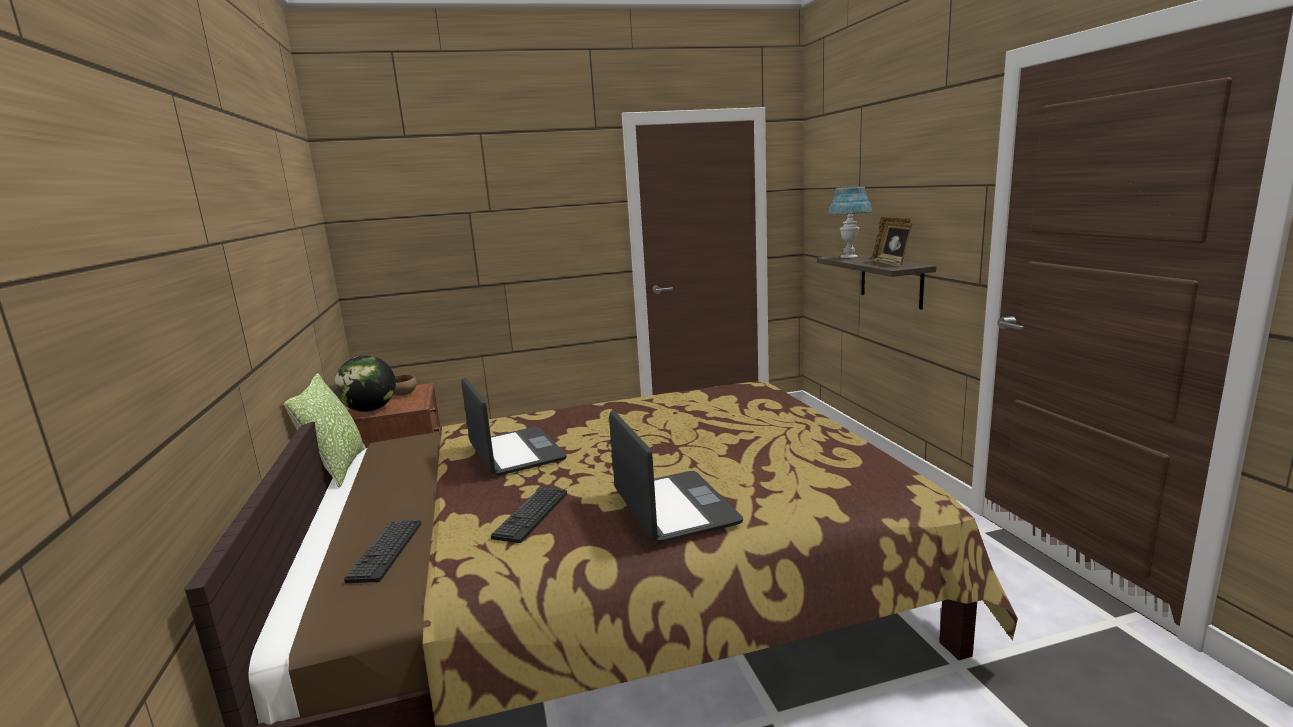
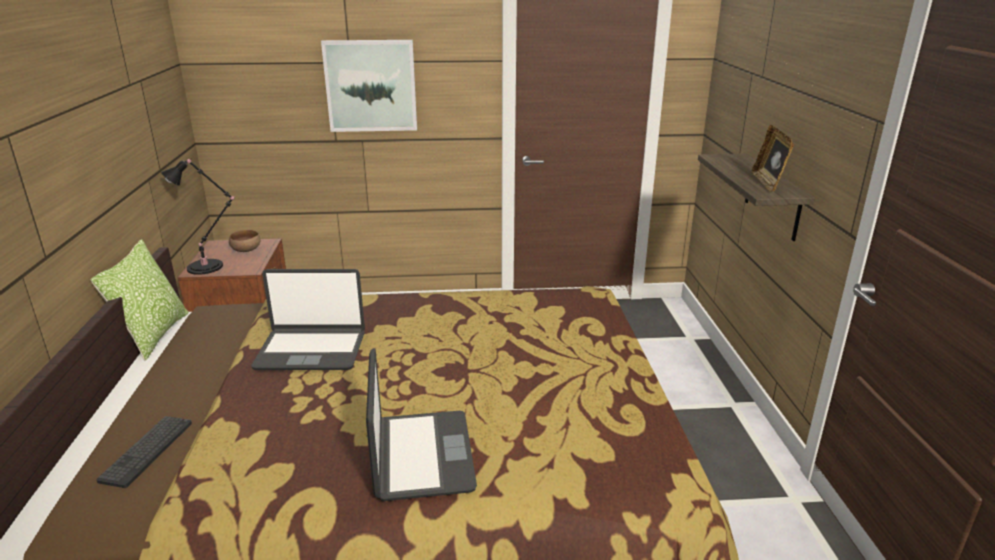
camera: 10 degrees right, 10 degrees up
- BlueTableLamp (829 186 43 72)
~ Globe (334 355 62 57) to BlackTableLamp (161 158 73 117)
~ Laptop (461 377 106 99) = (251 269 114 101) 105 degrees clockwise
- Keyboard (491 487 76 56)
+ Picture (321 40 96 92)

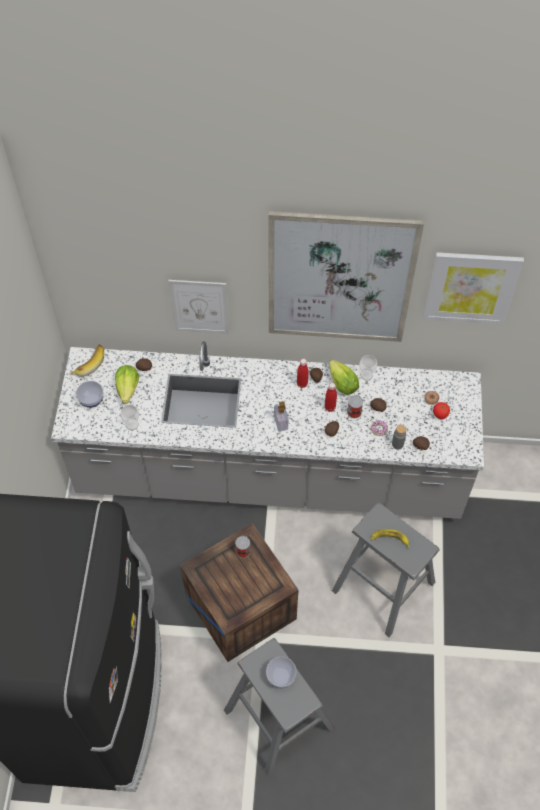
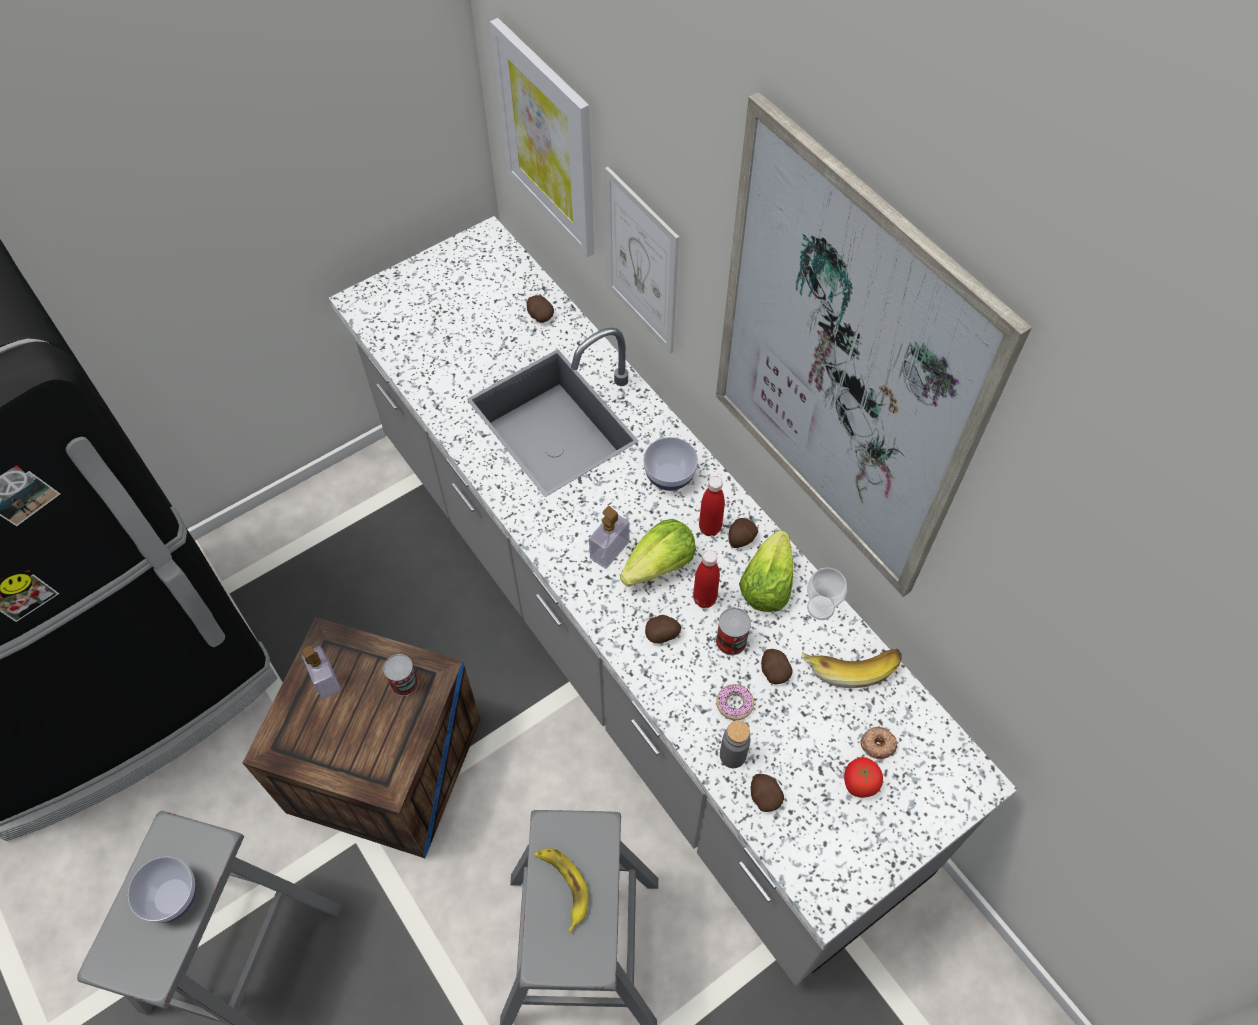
camera: 50 degrees right, 0 degrees up
~ Picture (423 252 101 72) to (490 18 104 239)
~ Banana (70 344 34 33) to (802 649 100 39)
~ Lettuce (115 365 24 39) to (620 519 76 68)
~ Bowl (76 381 28 27) to (643 437 55 54)
- Cup (121 405 18 25)
+ SoapDispenser (302 645 39 54)

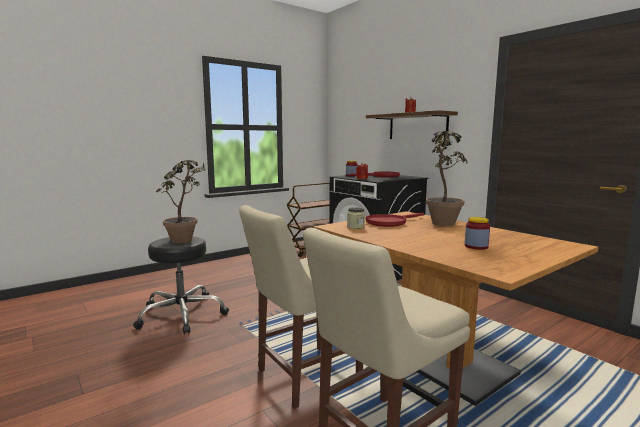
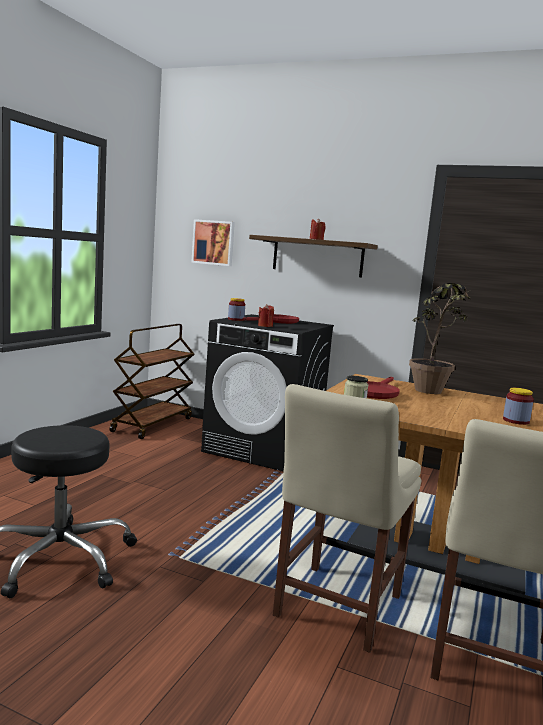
camera: 30 degrees left, 0 degrees up
- PottedPlant (156 160 50 83)
+ Picture (191 219 44 47)

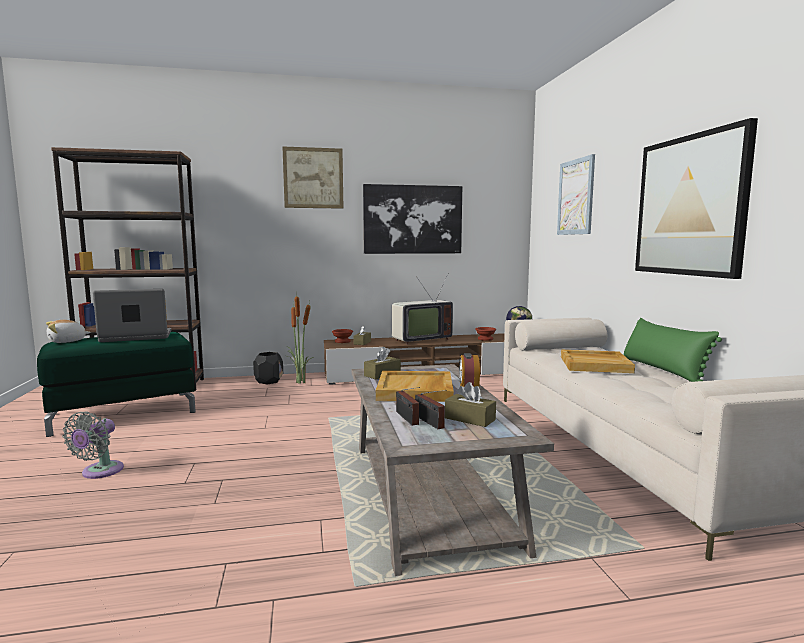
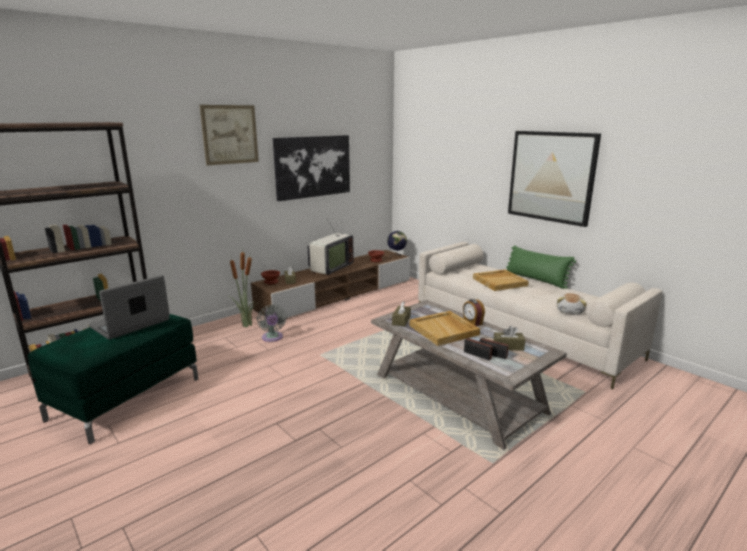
camera: 30 degrees left, 10 degrees up
- Picture (557 154 38 81)
~ PlushToy (46 320 45 23) to (557 293 30 21)
- BlackPlanter (253 352 30 32)
~ GreyFan (62 411 62 68) to (257 304 30 38)

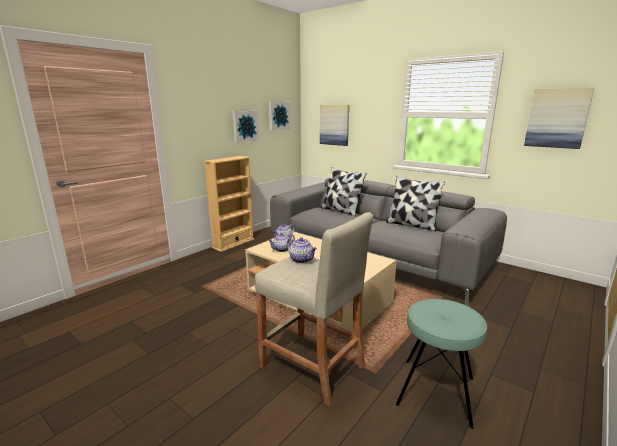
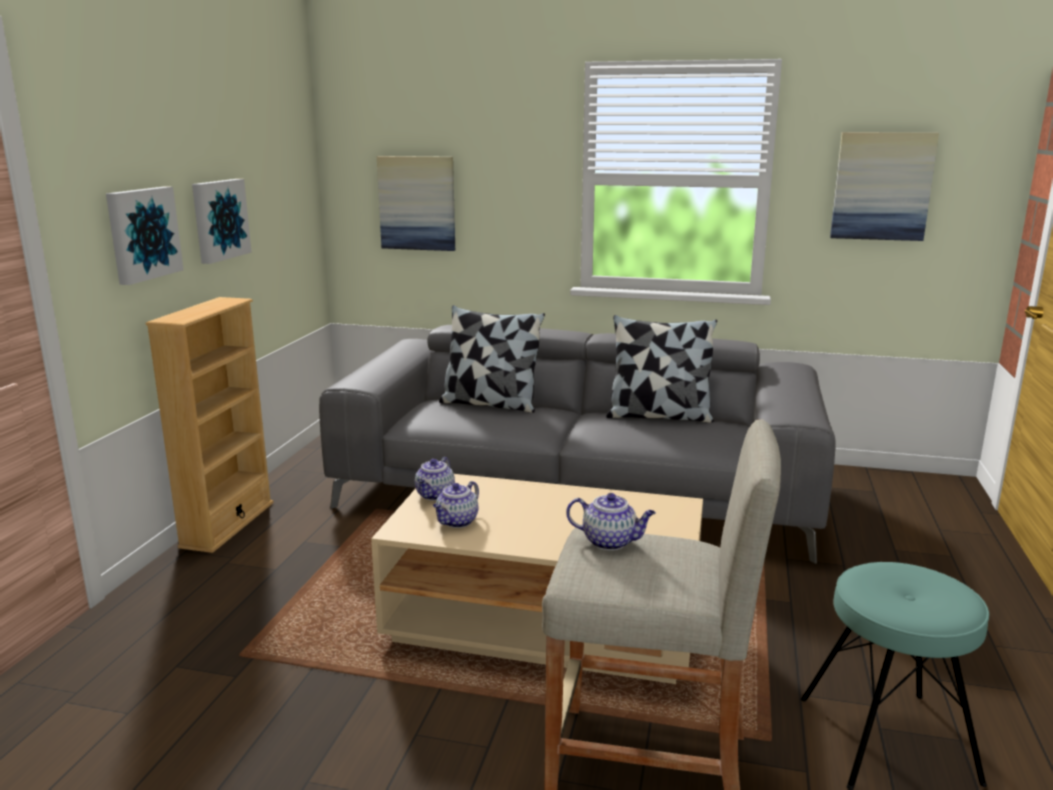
camera: 25 degrees left, 0 degrees up
~ Picture (269 101 21 29) to (106 186 78 99)

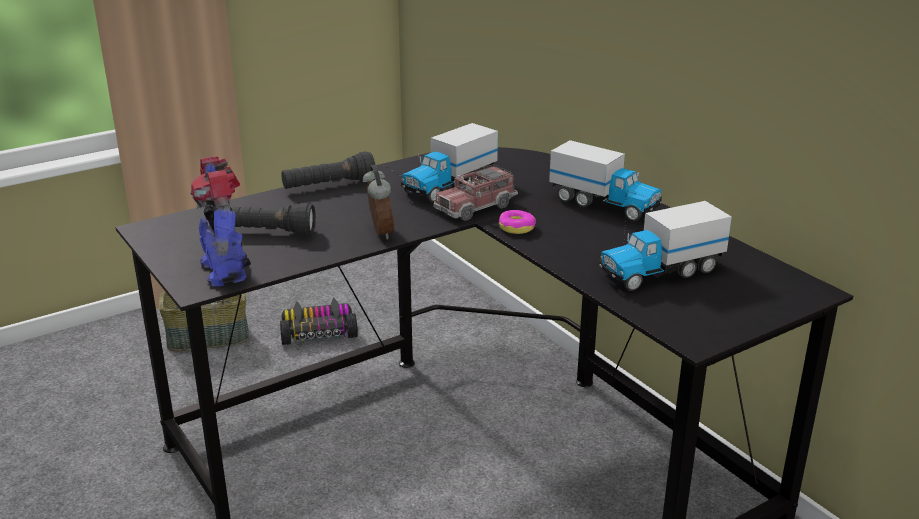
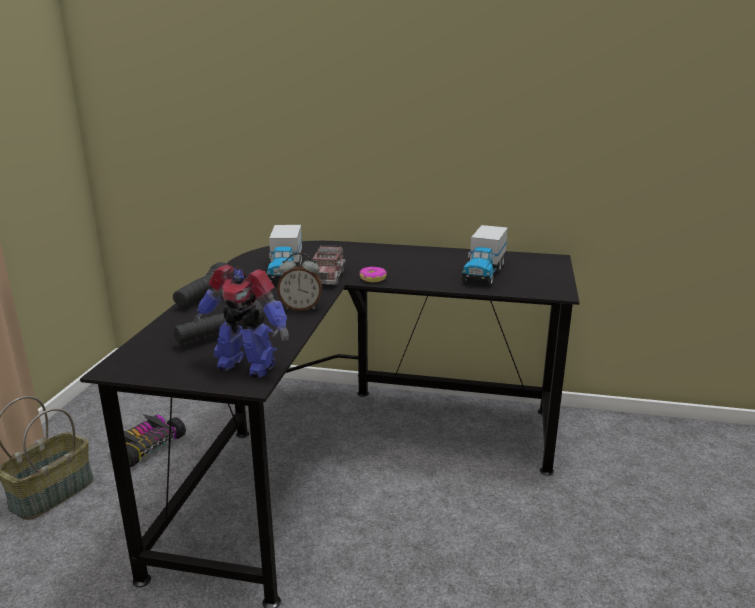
camera: 45 degrees left, 5 degrees down
- ToyTruck (549 140 113 81)
~ AlarmClock (363 165 31 75) = (277 252 45 59) 150 degrees clockwise

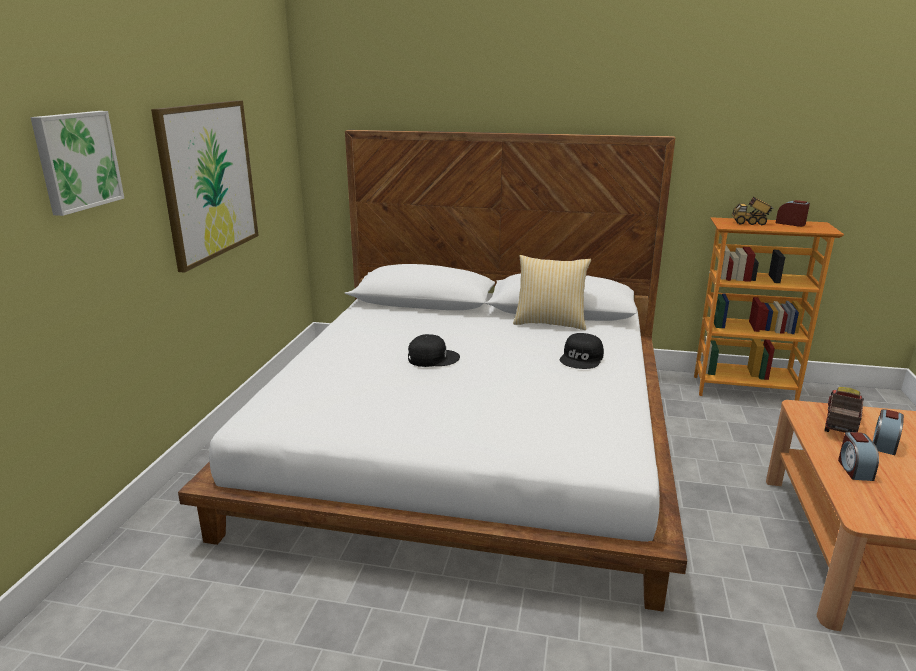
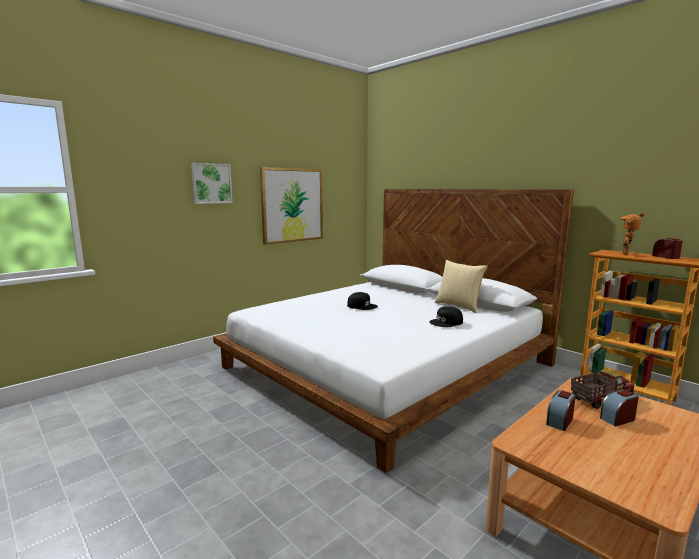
camera: 35 degrees right, 10 degrees down
~ ToyTruck (732 197 41 28) to ToyRobot (620 213 24 42)

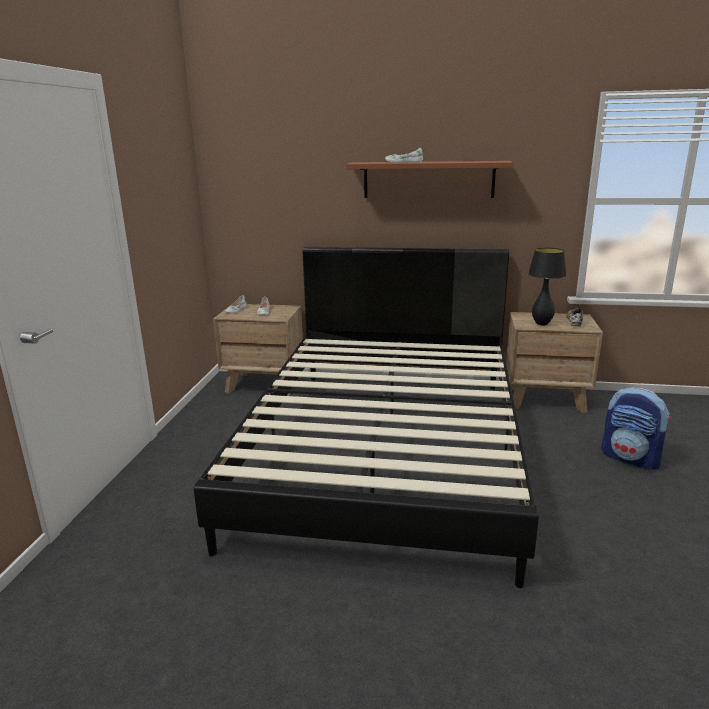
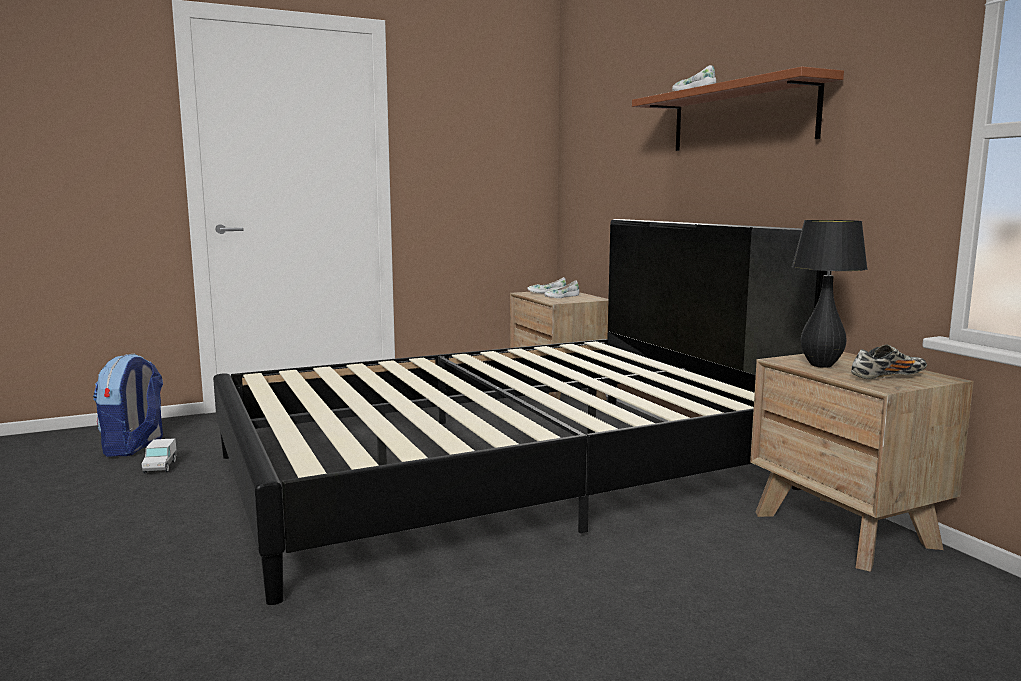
camera: 55 degrees right, 10 degrees down
~ Backpack (601 387 71 83) to (93 354 70 103)
+ ToyTruck (142 438 35 36)

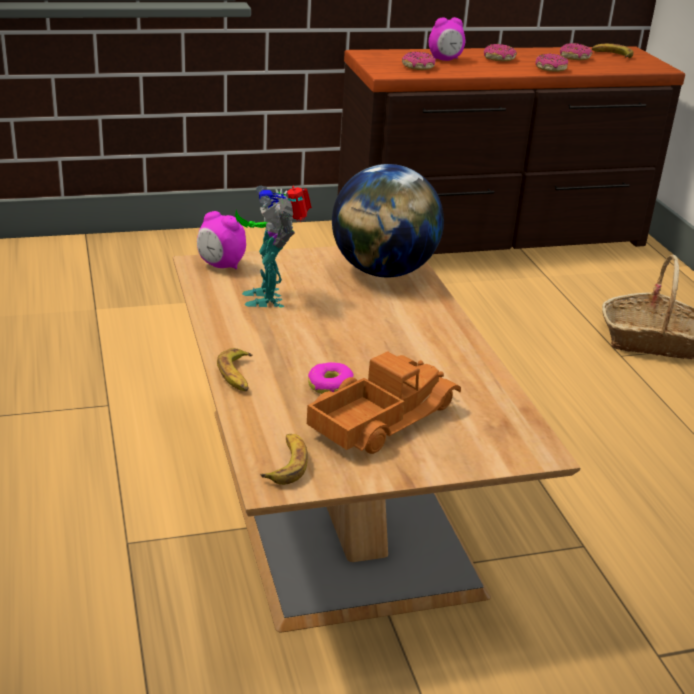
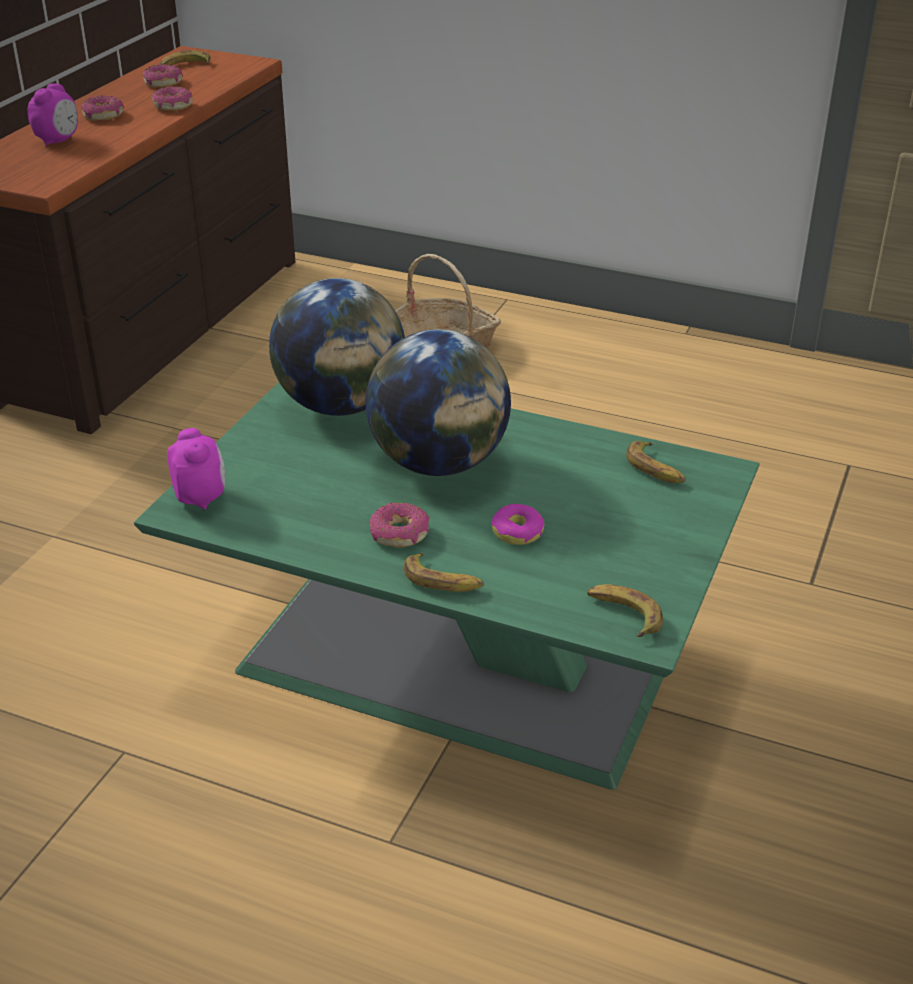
camera: 50 degrees left, 5 degrees up
~ Donut (402 51 34 19) to (369 502 60 46)
- ToyRobot (235 186 77 122)
~ AlarmClock (197 211 49 58) = (167 428 58 83) 90 degrees counterclockwise
~ BrownCoffeeTable (173 246 408 386) to GreenCoffeeTable (134 382 626 408)
- ToyTruck (307 351 154 103)
+ Globe (365 329 146 147)
+ Banana (626 441 60 42)

